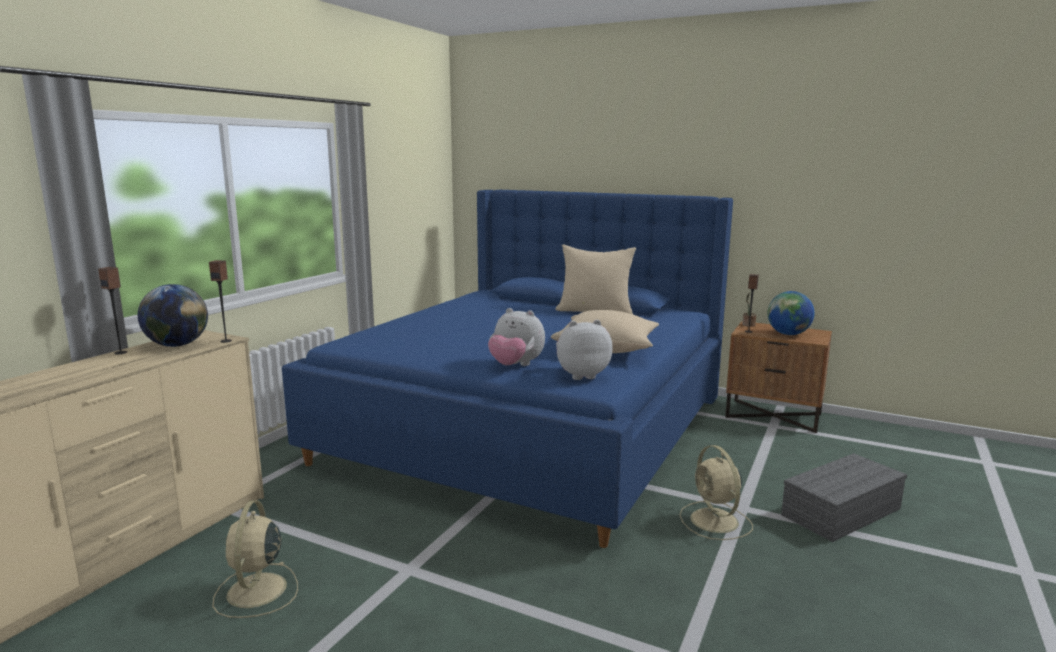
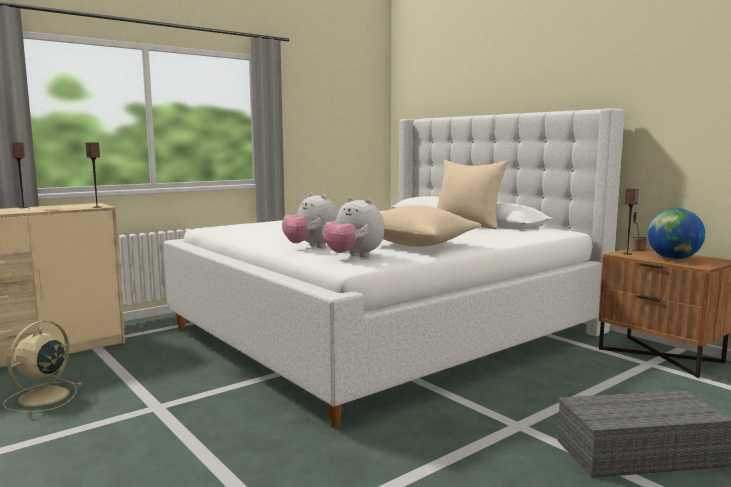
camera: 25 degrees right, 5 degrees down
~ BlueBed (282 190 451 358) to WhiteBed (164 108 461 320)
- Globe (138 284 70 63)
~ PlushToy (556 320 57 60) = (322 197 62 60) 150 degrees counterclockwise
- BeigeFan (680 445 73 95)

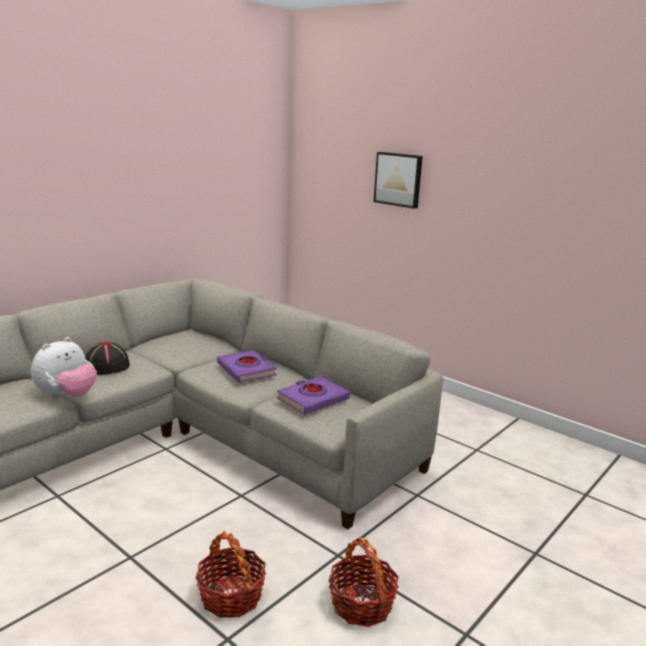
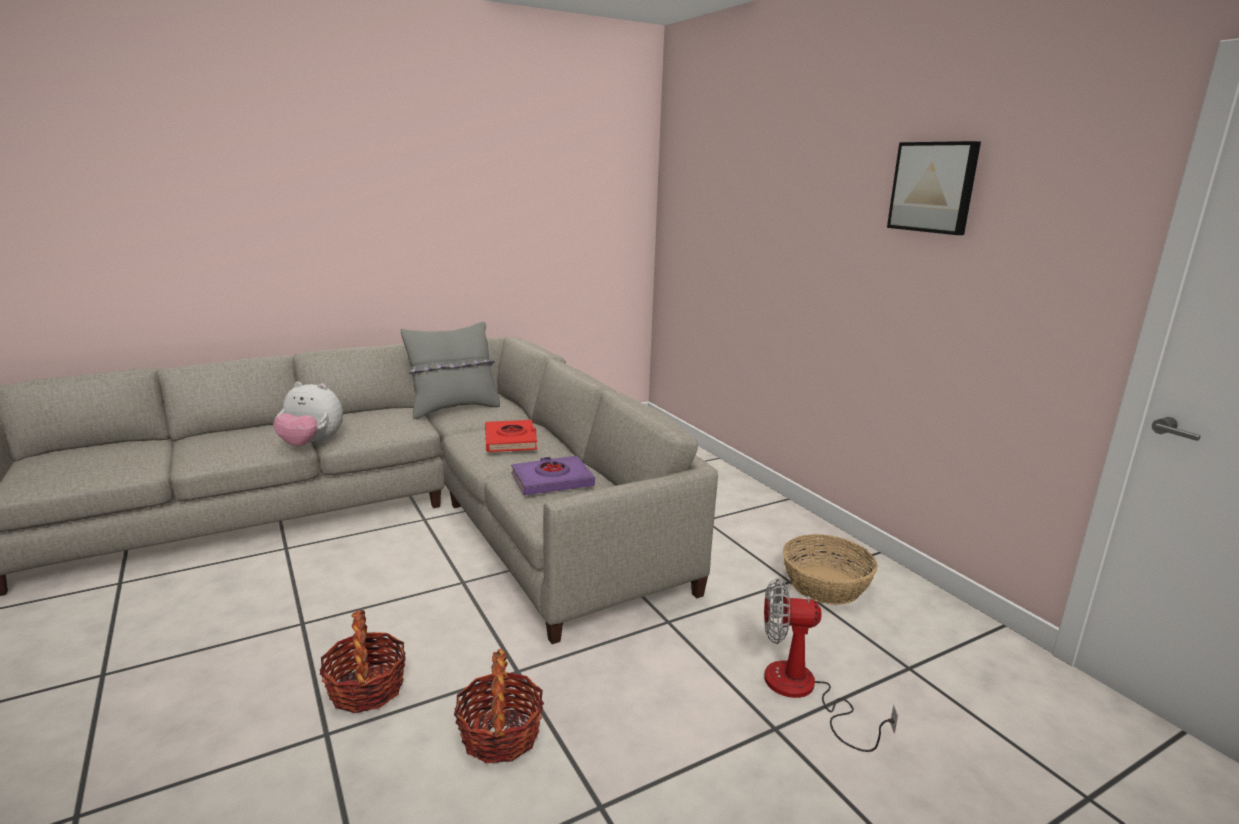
camera: 20 degrees right, 0 degrees up
~ Picture (374 152 49 57) to (887 141 94 94)
~ PlushToy (31 337 66 61) = (273 382 70 64) 45 degrees clockwise
- BlackHat (85 341 45 34)
~ PurpleBook (217 350 60 33) to RedBook (485 420 52 32)
+ GreyPillow (401 322 99 97)
+ Basket (783 534 95 71)
+ Fan (764 579 134 173)

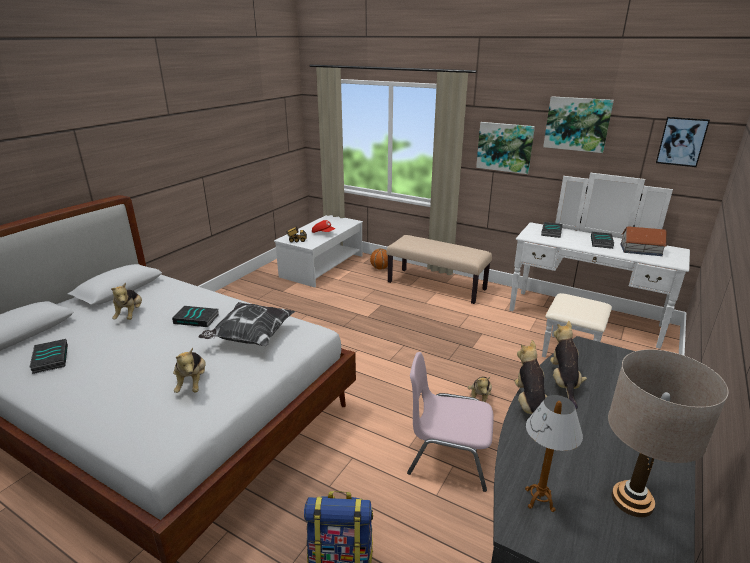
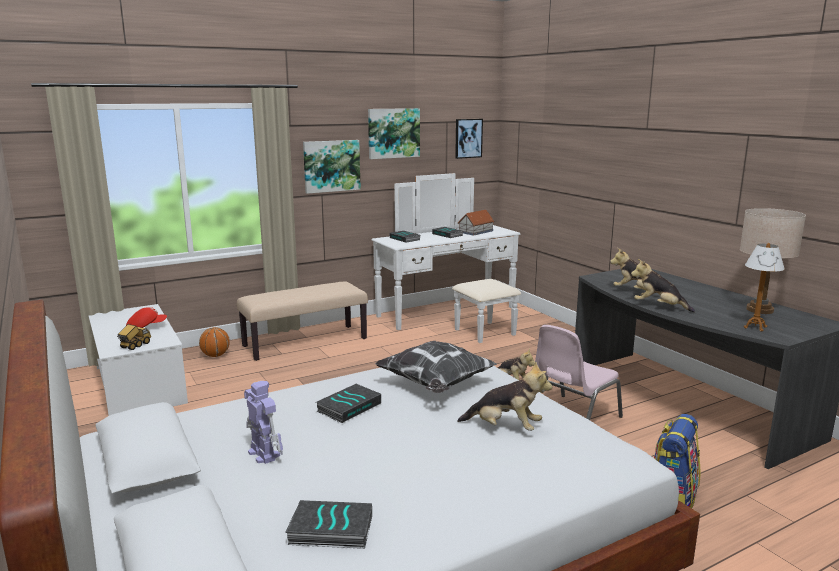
camera: 60 degrees left, 10 degrees down
~ PlushToy (111 282 31 38) to ToyRobot (244 381 39 83)

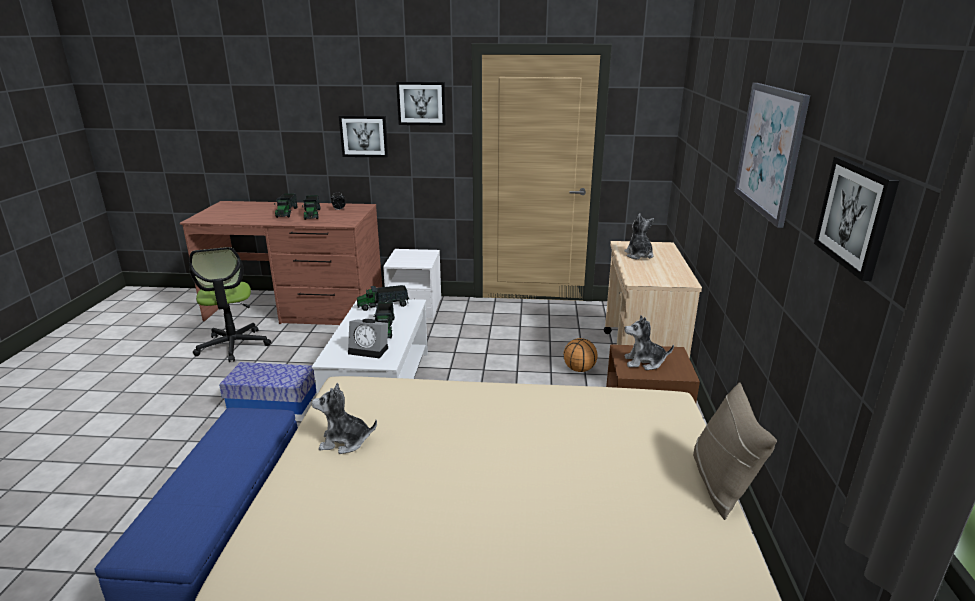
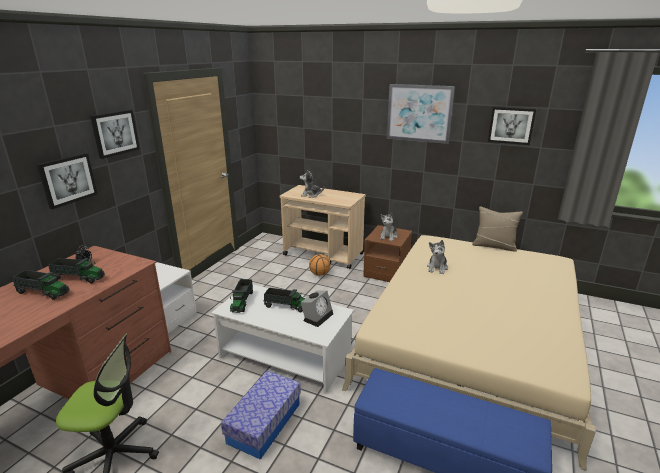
camera: 70 degrees left, 0 degrees up
~ PlushToy (312 383 65 71) to (427 240 21 34)

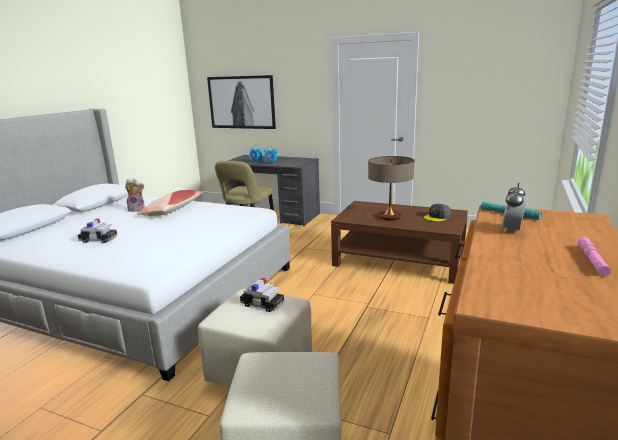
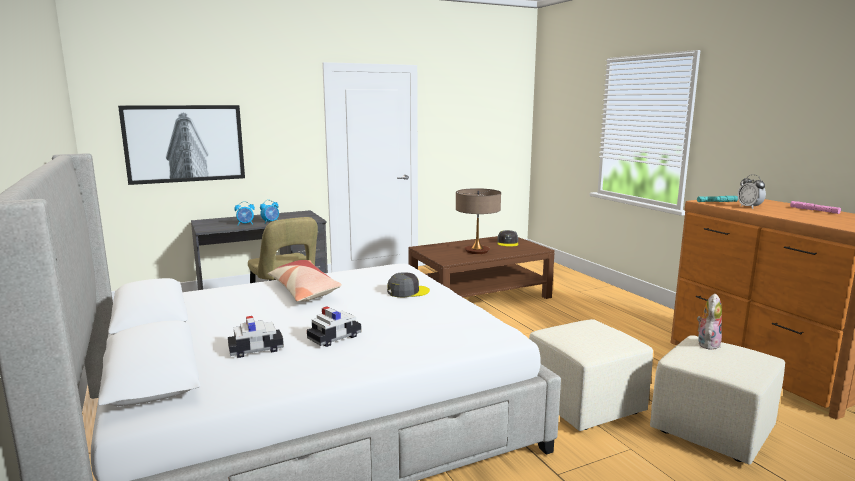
camera: 50 degrees left, 5 degrees down
~ PlushToy (125 178 20 34) to (697 293 25 57)
~ ToyCar (240 277 44 35) to (228 316 56 42)
+ GreyCap (387 272 43 25)

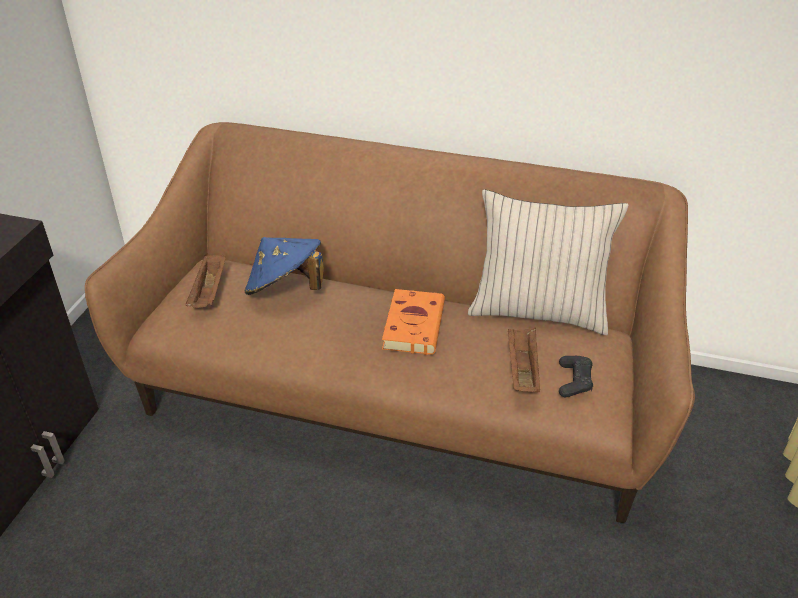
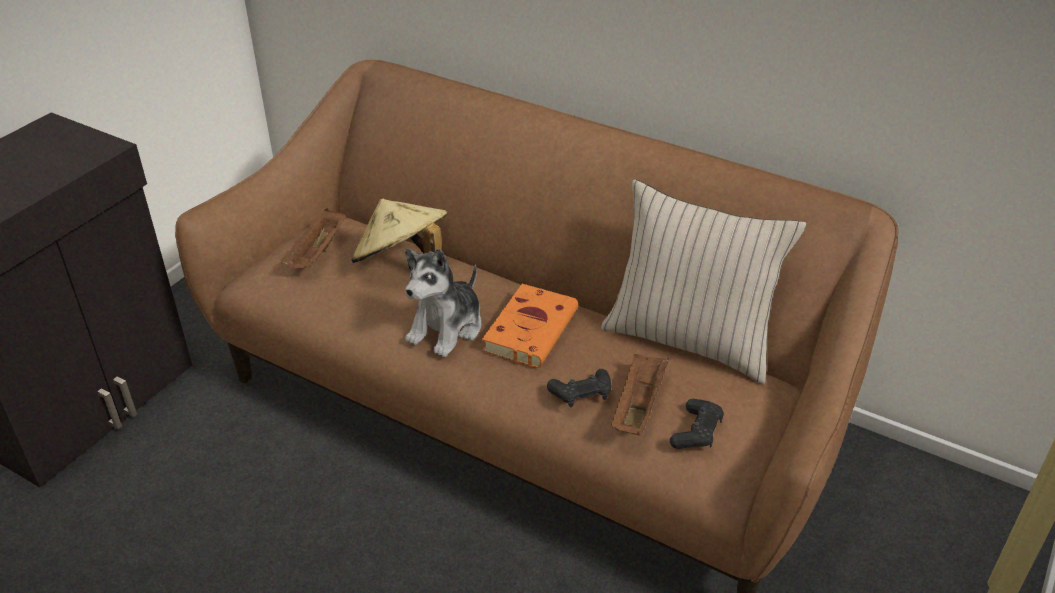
camera: 15 degrees right, 0 degrees up
~ BlueHat (245 237 79 58) to BeigeHat (352 199 96 64)
+ PlushToy (405 248 77 109)
+ BlackGameController (547 369 65 38)

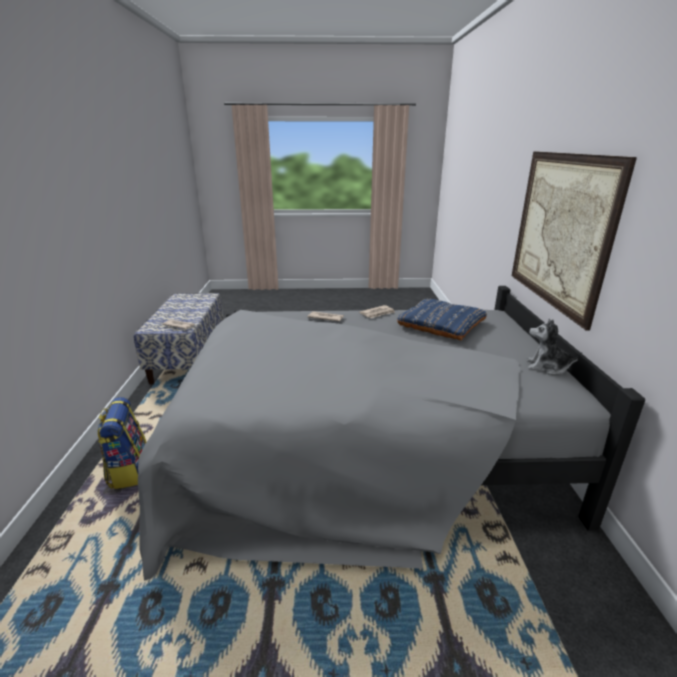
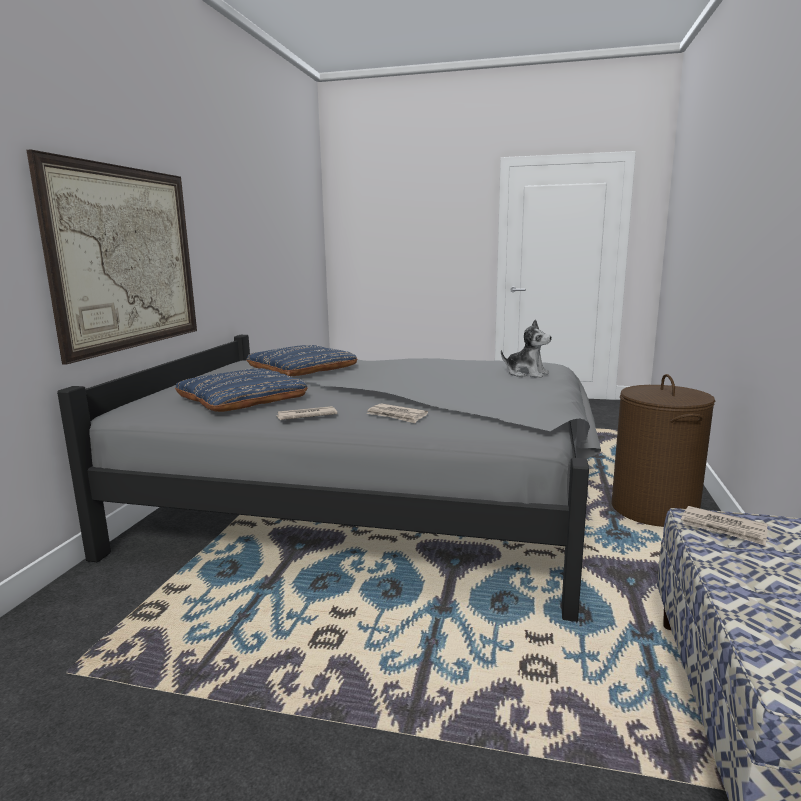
camera: 165 degrees left, 10 degrees down
~ PlushToy (527 319 55 56) to (501 319 51 59)
~ Backpack (97 397 49 92) to BrownLaundryBasket (611 374 104 153)
+ BluePillow (246 345 111 31)

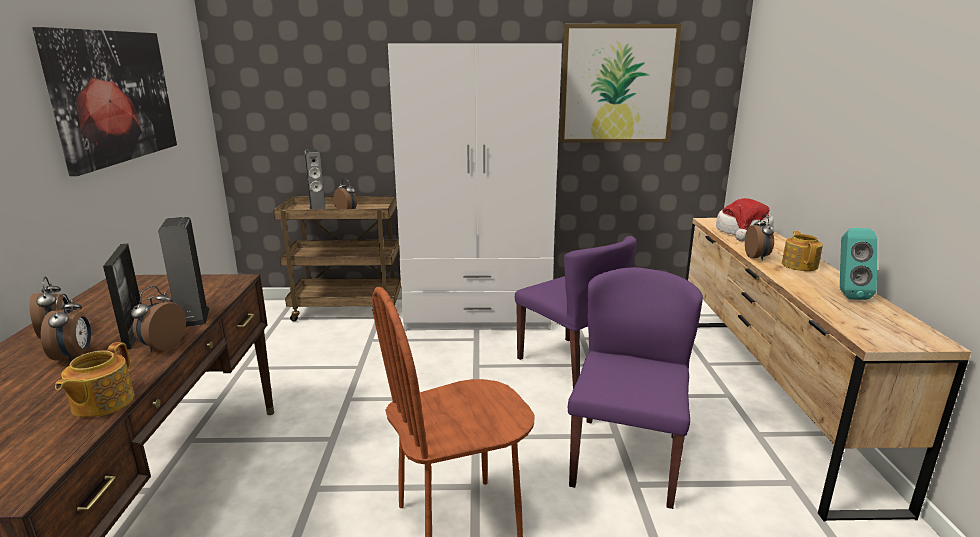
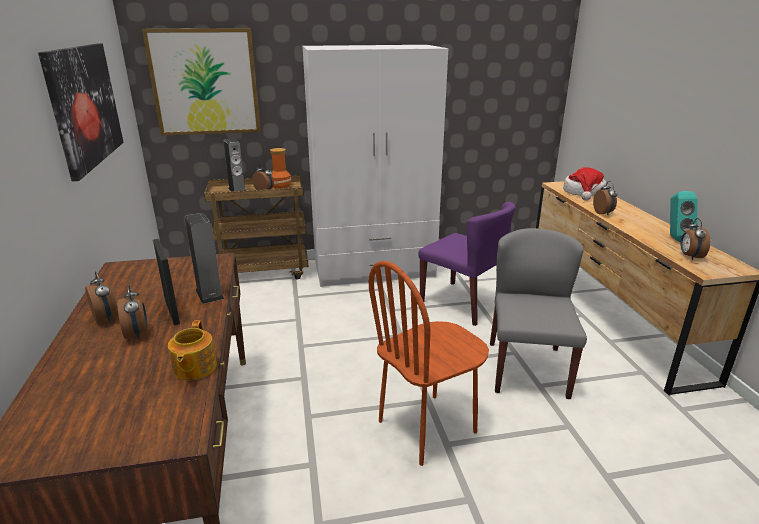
camera: 10 degrees left, 5 degrees up
~ Picture (560 24 122 118) to (142 28 119 107)
- Teapot (782 231 41 40)
~ PurpleChair (568 267 135 242) to GreyChair (490 228 97 171)
~ AlarmClock (131 286 55 66) to (680 218 30 42)
+ Vase (270 148 21 41)

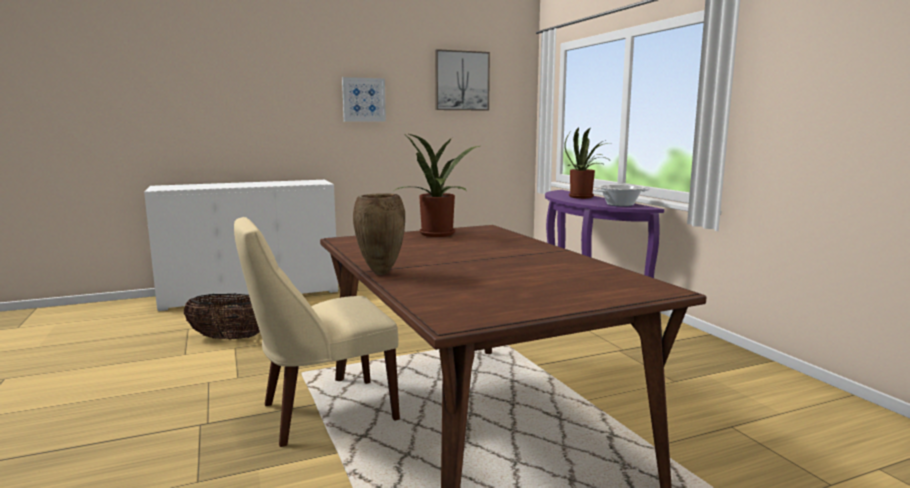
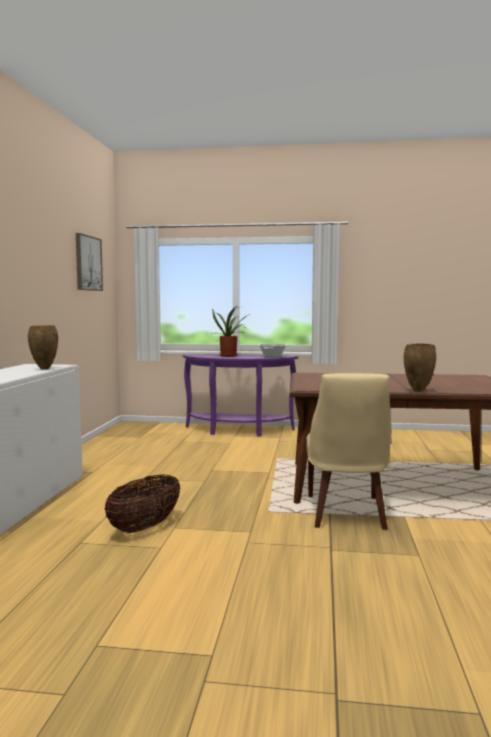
camera: 60 degrees left, 5 degrees down
- Picture (342 77 44 45)
- PottedPlant (395 134 85 103)
+ BrownVase (28 325 30 44)

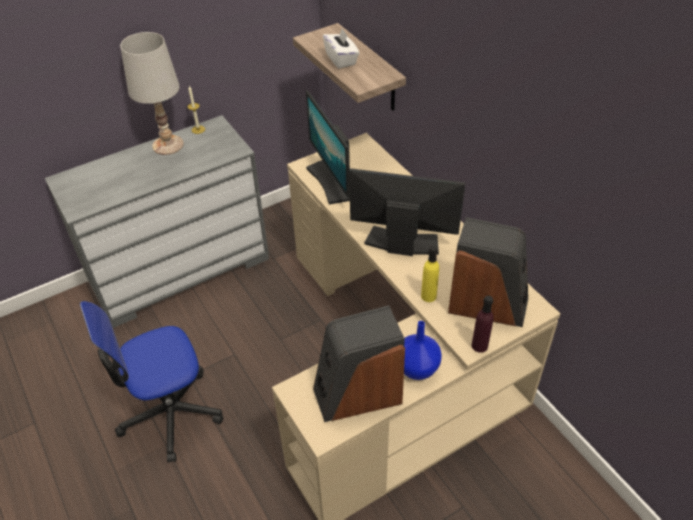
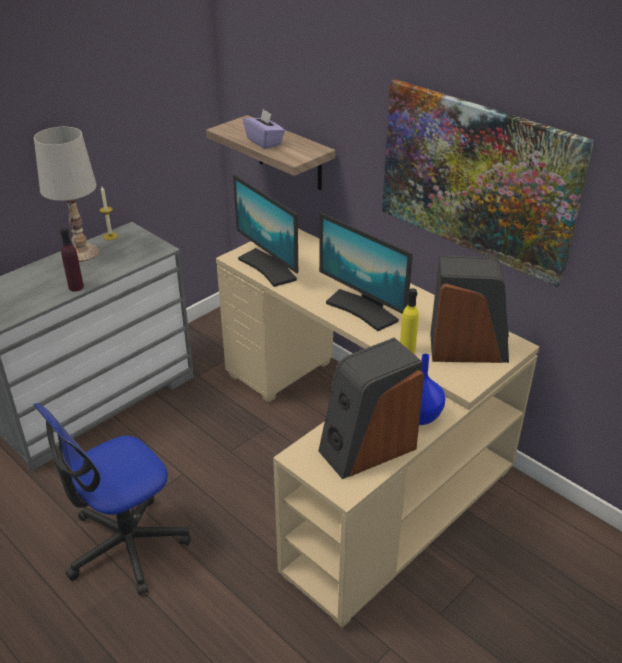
camera: 15 degrees left, 10 degrees down
~ WhiteTissueBox (323 29 36 40) to PurpleTissueBox (243 109 42 40)
~ Monitor (349 168 117 88) = (319 213 94 118) 135 degrees counterclockwise
~ PurpleBottle (472 295 22 58) to (60 228 24 63)
+ Picture (382 79 212 208)

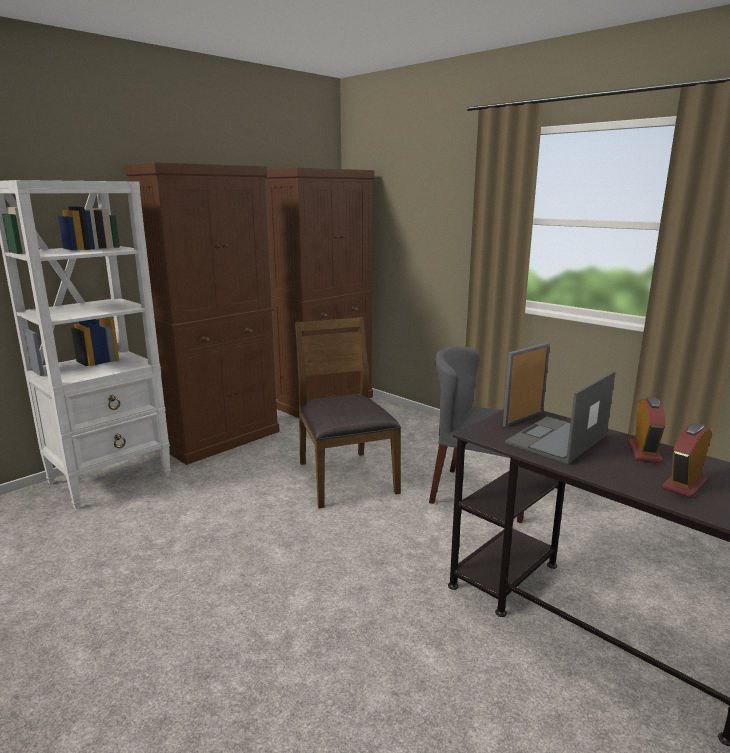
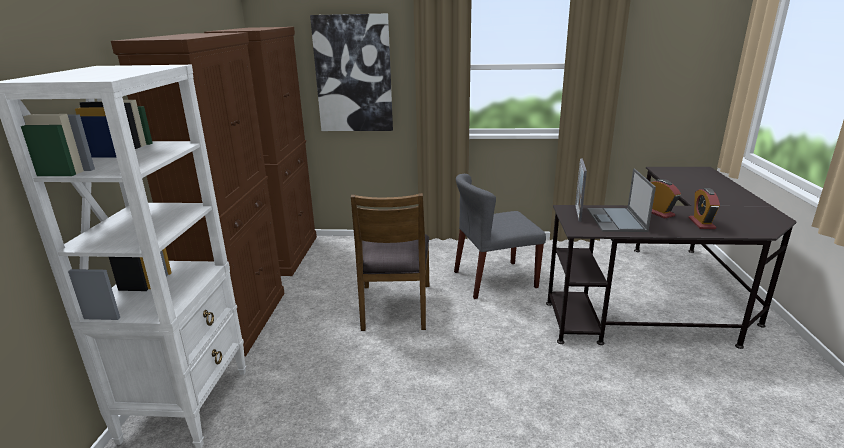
camera: 40 degrees left, 5 degrees up
~ BrownChair (295 317 106 192) = (351 193 78 138) 120 degrees counterclockwise
+ Picture (310 13 83 118)

